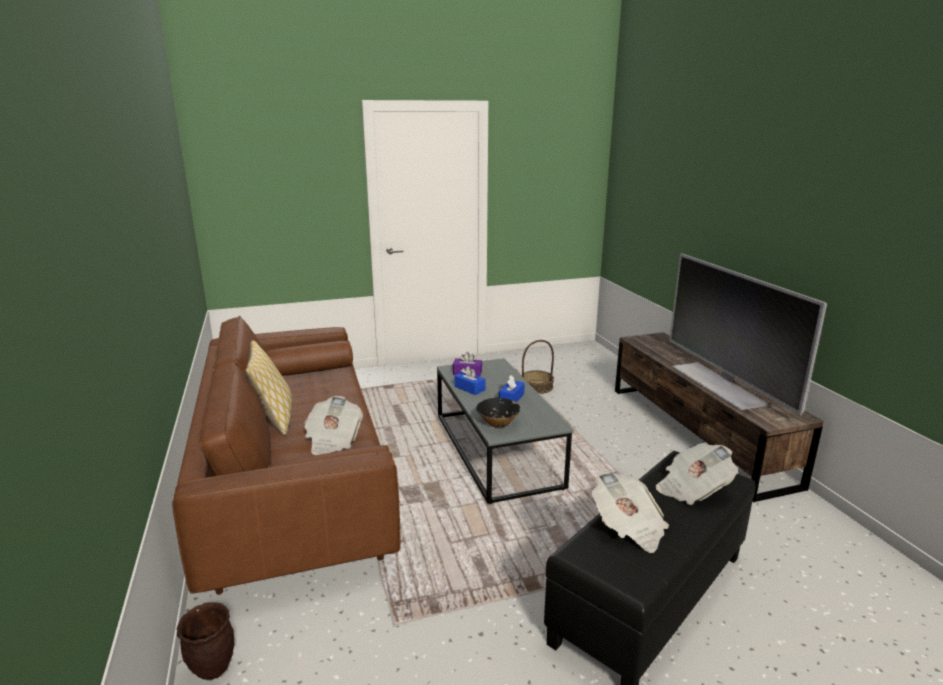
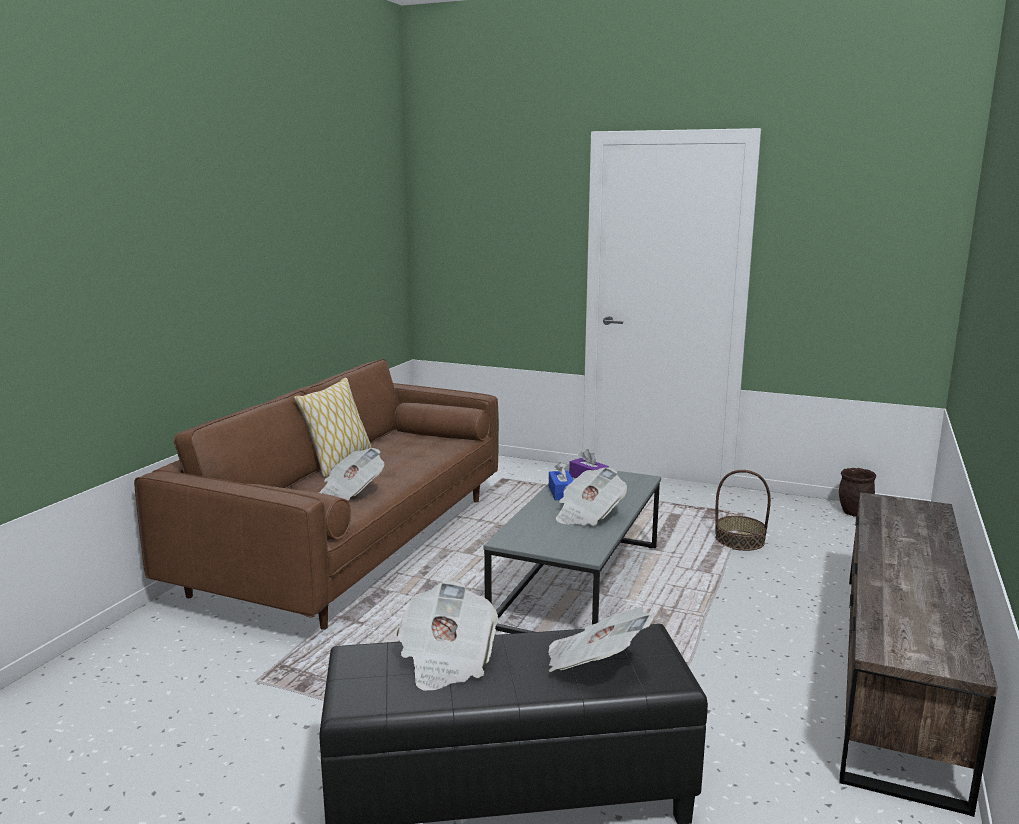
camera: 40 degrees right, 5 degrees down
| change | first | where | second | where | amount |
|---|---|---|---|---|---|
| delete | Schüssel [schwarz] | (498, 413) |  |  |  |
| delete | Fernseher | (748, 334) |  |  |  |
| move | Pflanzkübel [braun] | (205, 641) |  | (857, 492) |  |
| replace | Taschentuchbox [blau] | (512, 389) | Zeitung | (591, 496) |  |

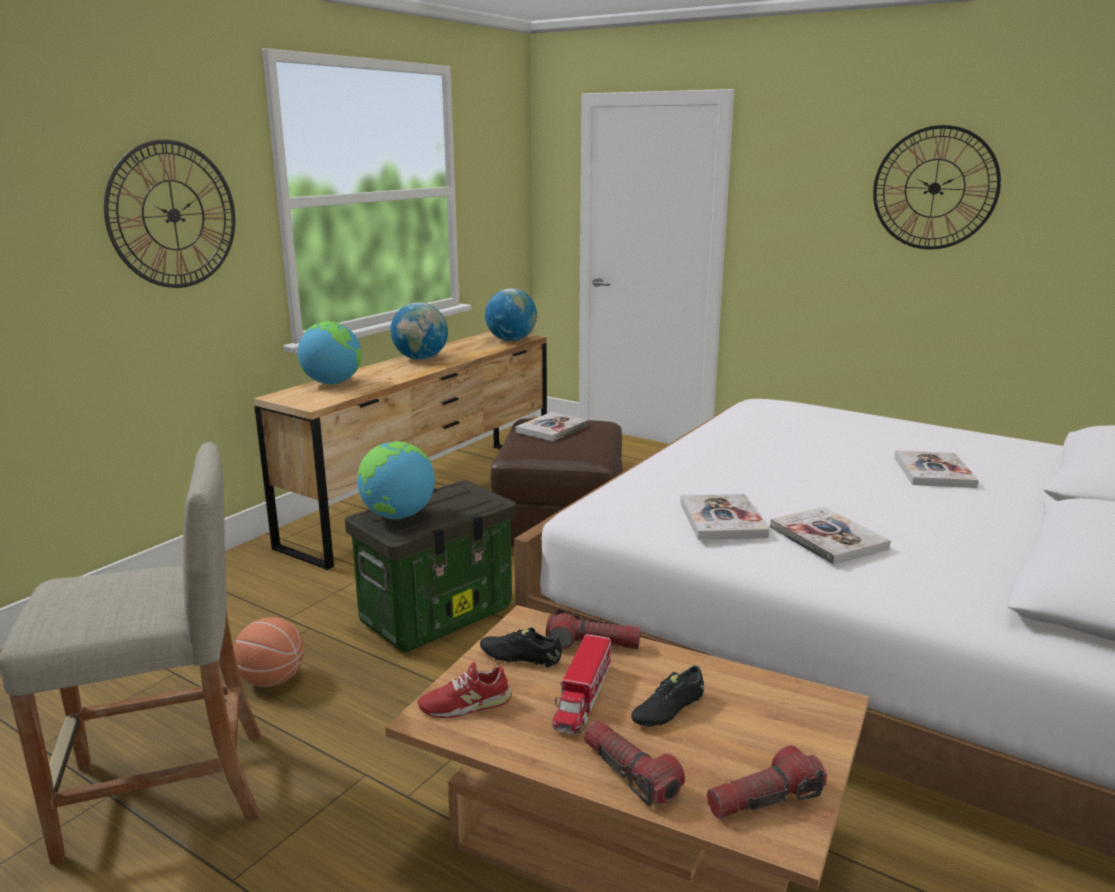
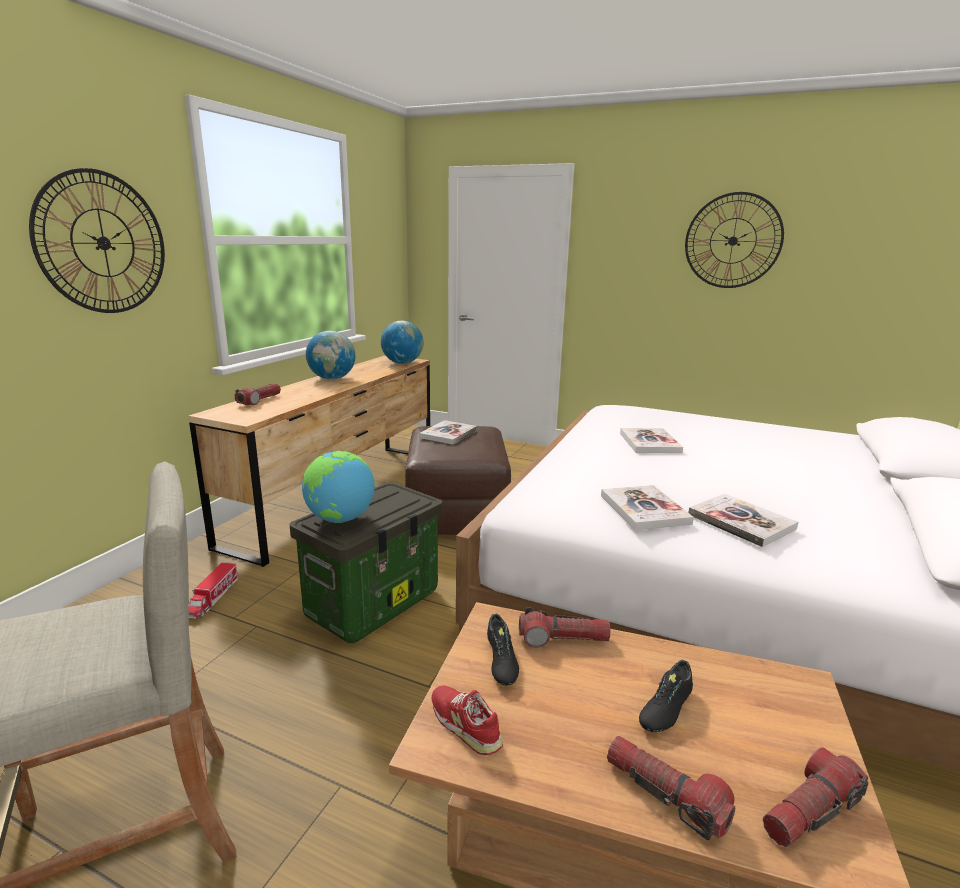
camera: 10 degrees left, 0 degrees up
| change | first | where | second | where | amount |
|---|---|---|---|---|---|
| delete | Basketball | (268, 652) |  |  |  |
| move | Spielzeuglaster | (581, 684) |  | (214, 590) |  |
| move | Buch | (936, 469) |  | (651, 440) |  |
| replace | Globus | (330, 353) | Taschenlampe | (258, 394) |  |
| rotate | Schuh [rot] | (465, 690) |  | (467, 720) | 75 degrees clockwise |
| rotate | Schuh [schwarz] | (521, 648) |  | (503, 650) | 105 degrees counterclockwise |

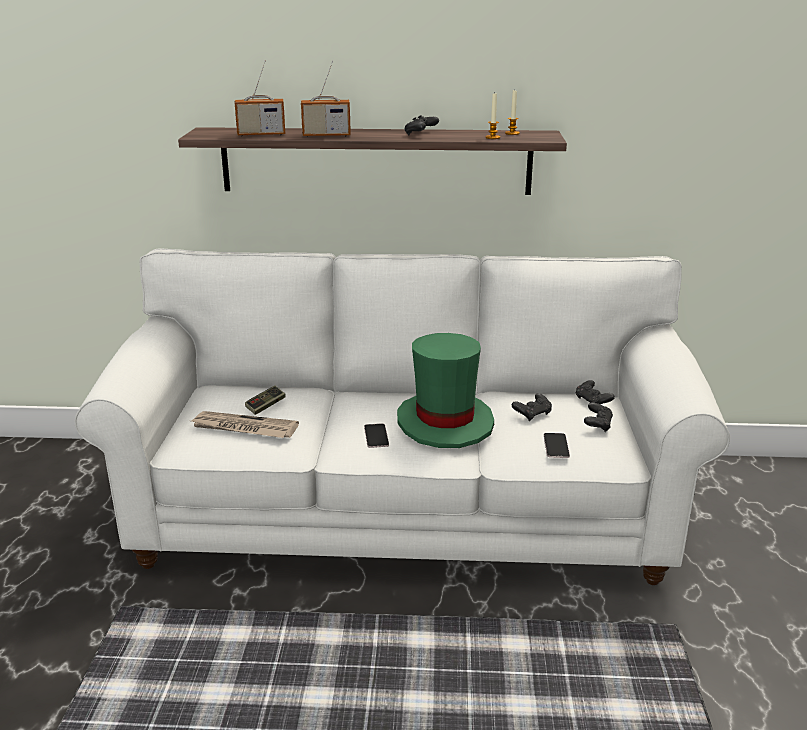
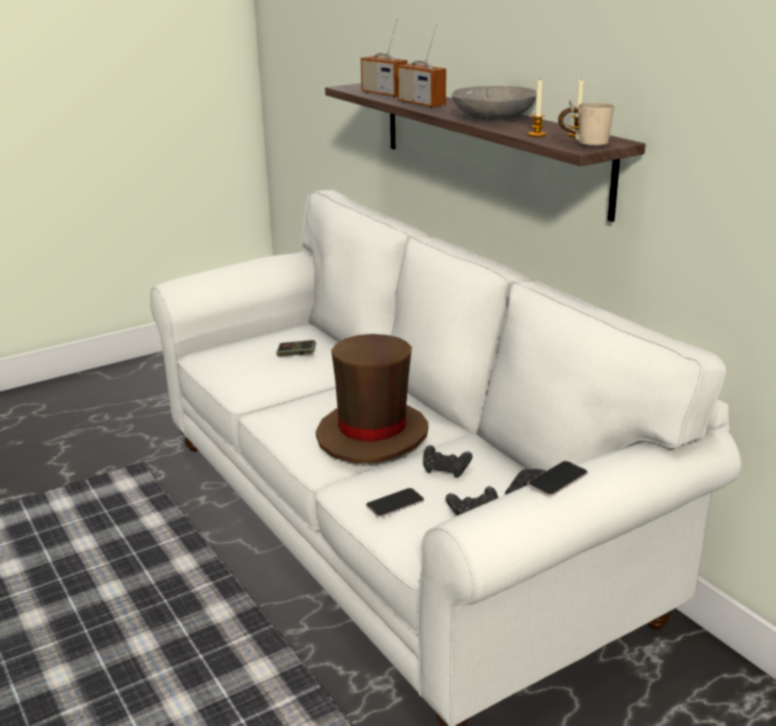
camera: 55 degrees right, 0 degrees up
| change | first | where | second | where | amount |
|---|---|---|---|---|---|
| delete | Zeitung | (245, 424) |  |  |  |
| insert |  |  | Henkelbecher [beige] | (586, 122) |  |
| move | Handy | (376, 435) |  | (558, 478) |  |
| replace | Gamepad [schwarz] | (421, 125) | Schüssel [grau] | (494, 103) |  |
| recolor | Hut [grün] | (445, 390) | Hut [braun] | (372, 398) |  |

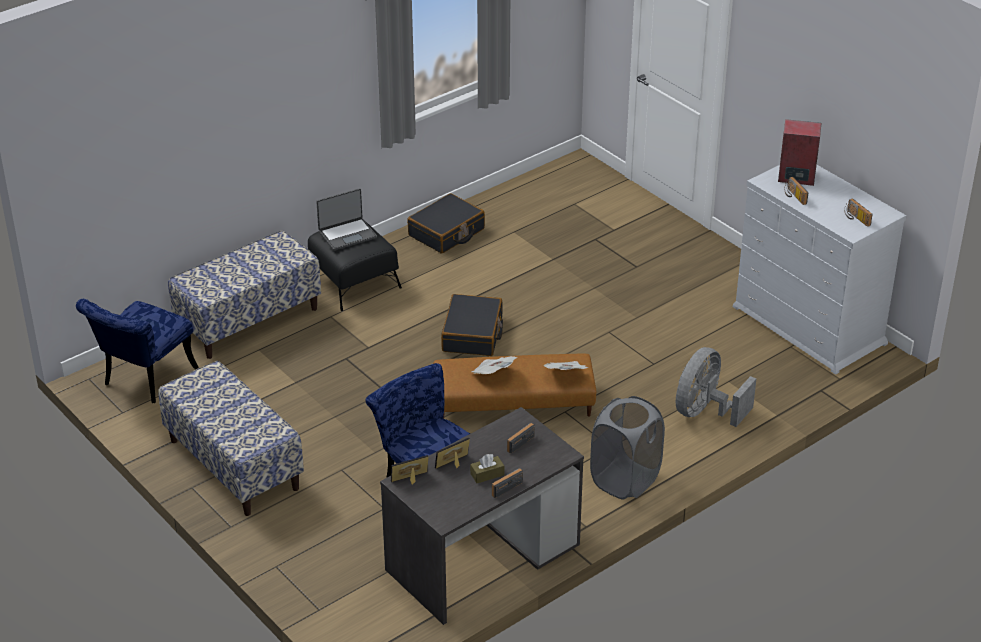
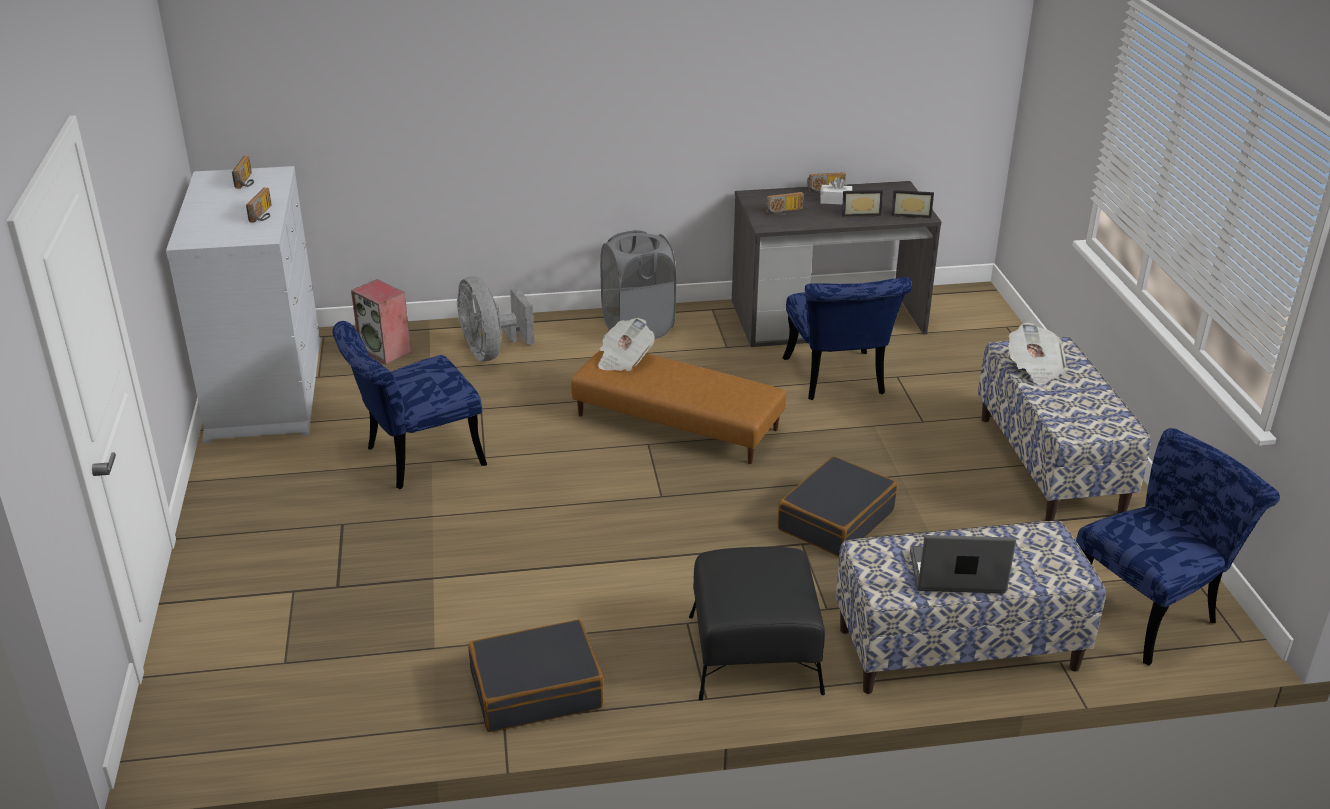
camera: 150 degrees left, 5 degrees down
| change | first | where | second | where | amount |
|---|---|---|---|---|---|
| insert |  |  | Stuhl [blau] | (410, 405) |  |
| move | Laptop | (346, 219) |  | (963, 564) |  |
| move | Koffer [schwarz] | (472, 325) |  | (837, 506) |  |
| move | Zeitung | (494, 365) |  | (1037, 354) |  |
| move | Lautsprecher | (799, 152) |  | (381, 321) |  |
| recolor | Taschentuchbox [braun] | (487, 468) | Taschentuchbox [weiß] | (836, 191) |  |
| rotate | Ventilator [grau] | (716, 387) |  | (496, 318) | 90 degrees clockwise |

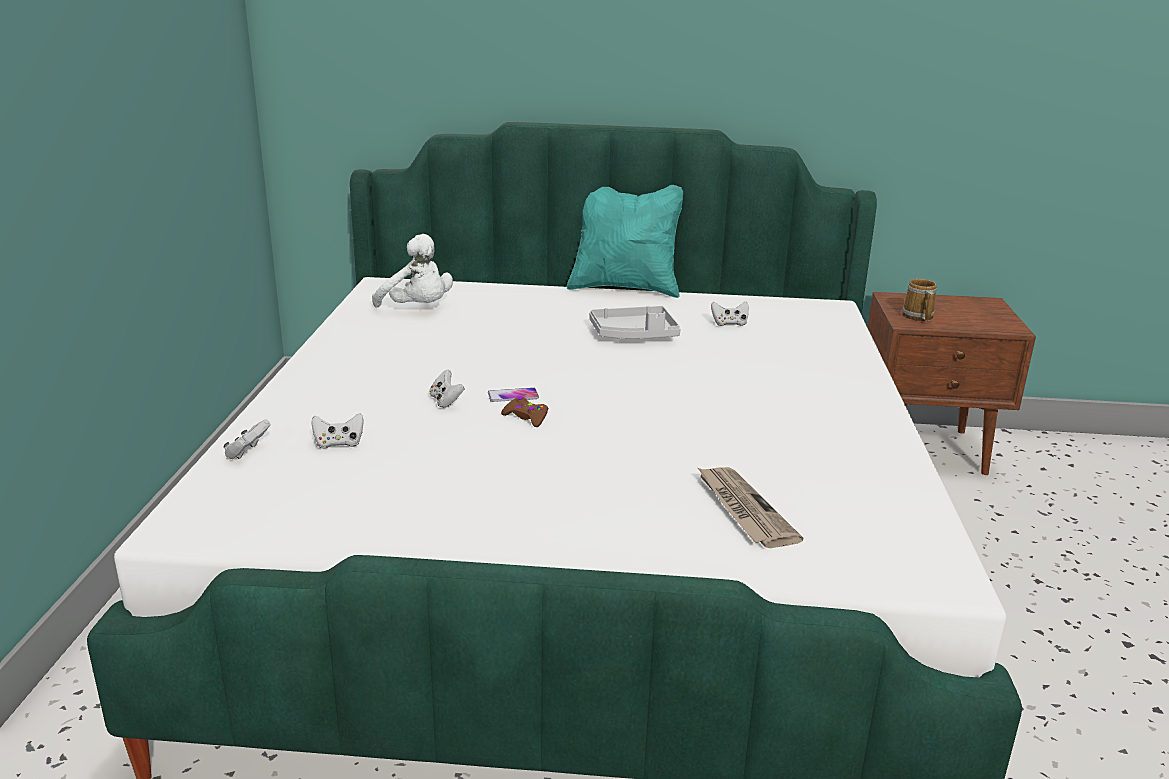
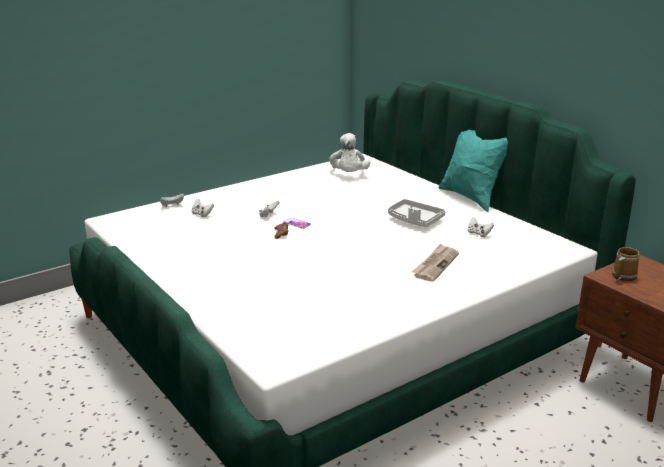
camera: 50 degrees right, 0 degrees up
| change | first | where | second | where | amount |
|---|---|---|---|---|---|
| move | Zeitung | (750, 507) |  | (435, 263) |  |

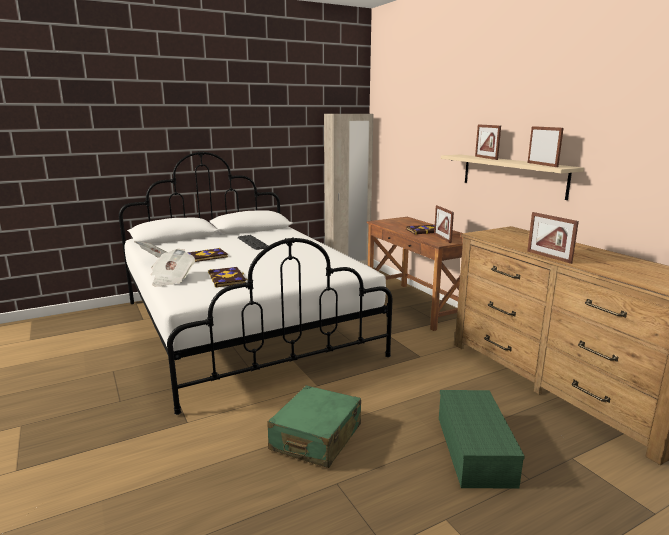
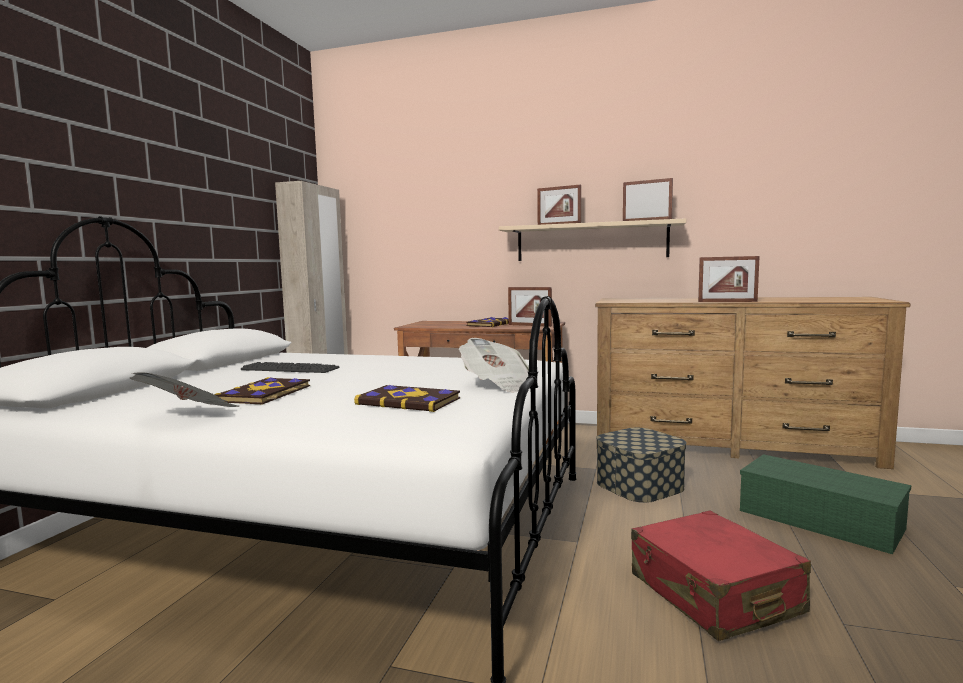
camera: 45 degrees left, 10 degrees down
| change | first | where | second | where | amount |
|---|---|---|---|---|---|
| insert |  |  | Aufbewahrungsbox | (641, 465) |  |
| move | Zeitung | (173, 268) |  | (494, 365) |  |
| recolor | Koffer [grün] | (314, 426) | Koffer [rot] | (721, 575) |  |

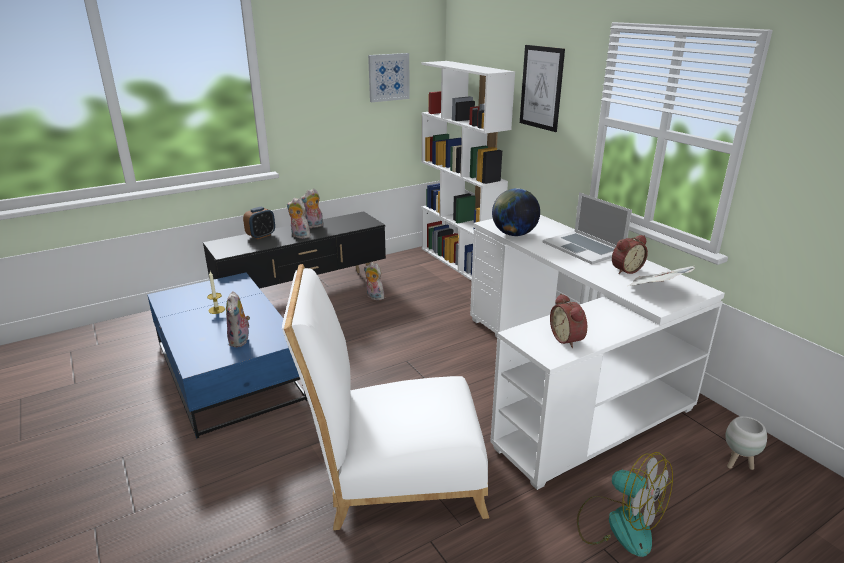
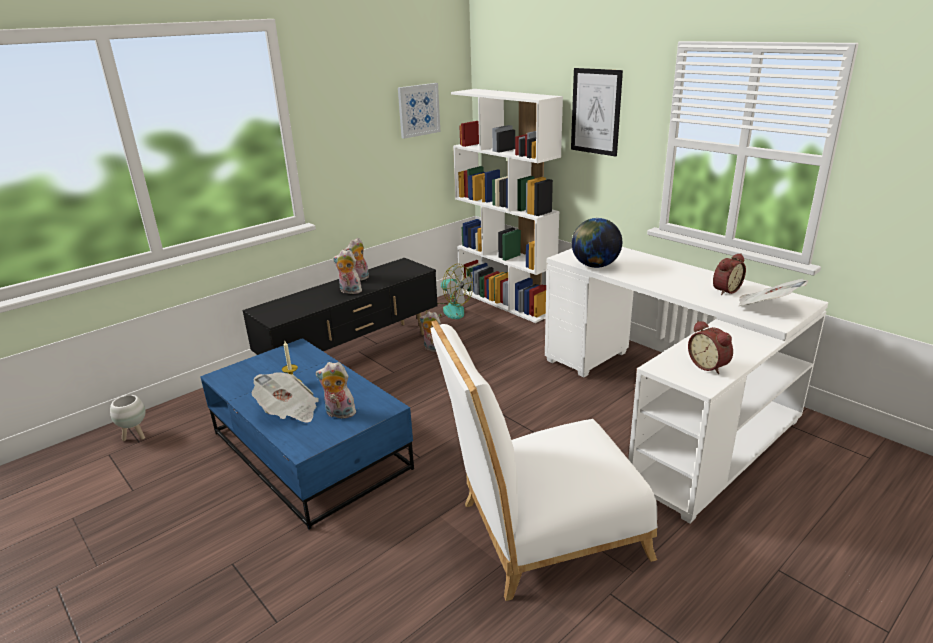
camera: 10 degrees left, 0 degrees up
| change | first | where | second | where | amount |
|---|---|---|---|---|---|
| delete | Wecker | (259, 223) |  |  |  |
| delete | Laptop | (587, 228) |  |  |  |
| insert |  |  | Zeitung | (285, 397) |  |
| move | Ventilator | (625, 504) |  | (449, 291) |  |
| move | Pflanzkübel [weiß] | (746, 443) |  | (128, 418) |  |
| rotate | Plüschtier | (238, 319) |  | (336, 390) | 120 degrees clockwise |

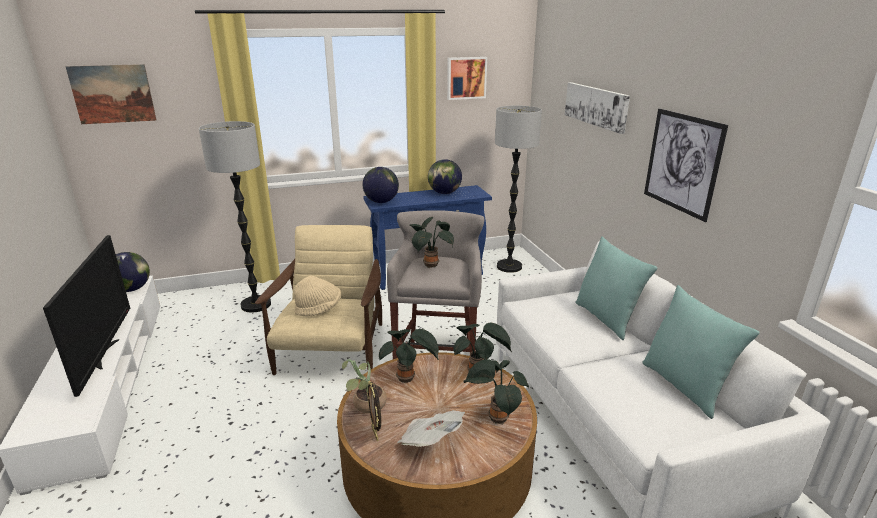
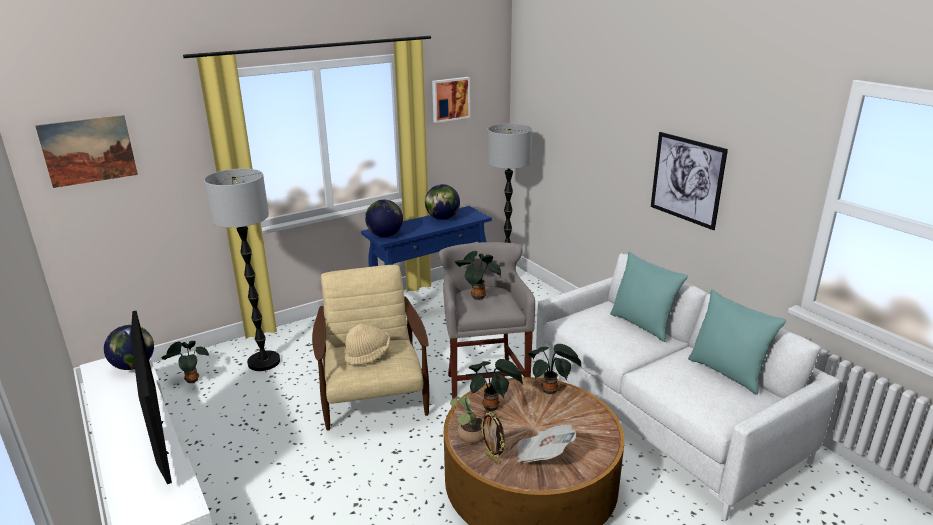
camera: 15 degrees left, 0 degrees up
| change | first | where | second | where | amount |
|---|---|---|---|---|---|
| delete | Bild | (597, 108) |  |  |  |
| move | Topfpflanze | (496, 392) |  | (185, 362) |  |

